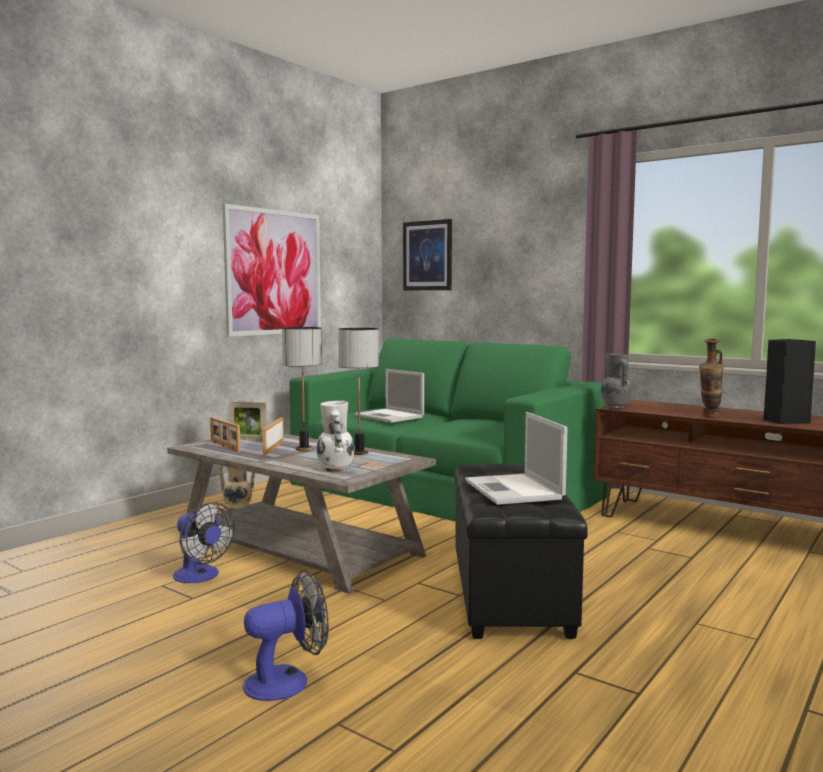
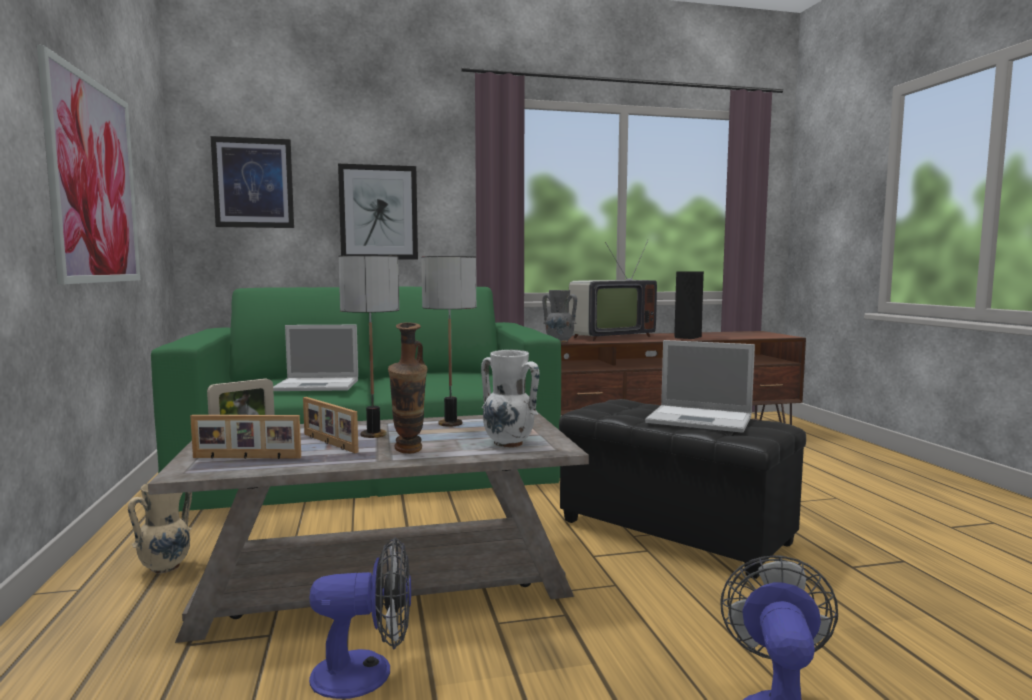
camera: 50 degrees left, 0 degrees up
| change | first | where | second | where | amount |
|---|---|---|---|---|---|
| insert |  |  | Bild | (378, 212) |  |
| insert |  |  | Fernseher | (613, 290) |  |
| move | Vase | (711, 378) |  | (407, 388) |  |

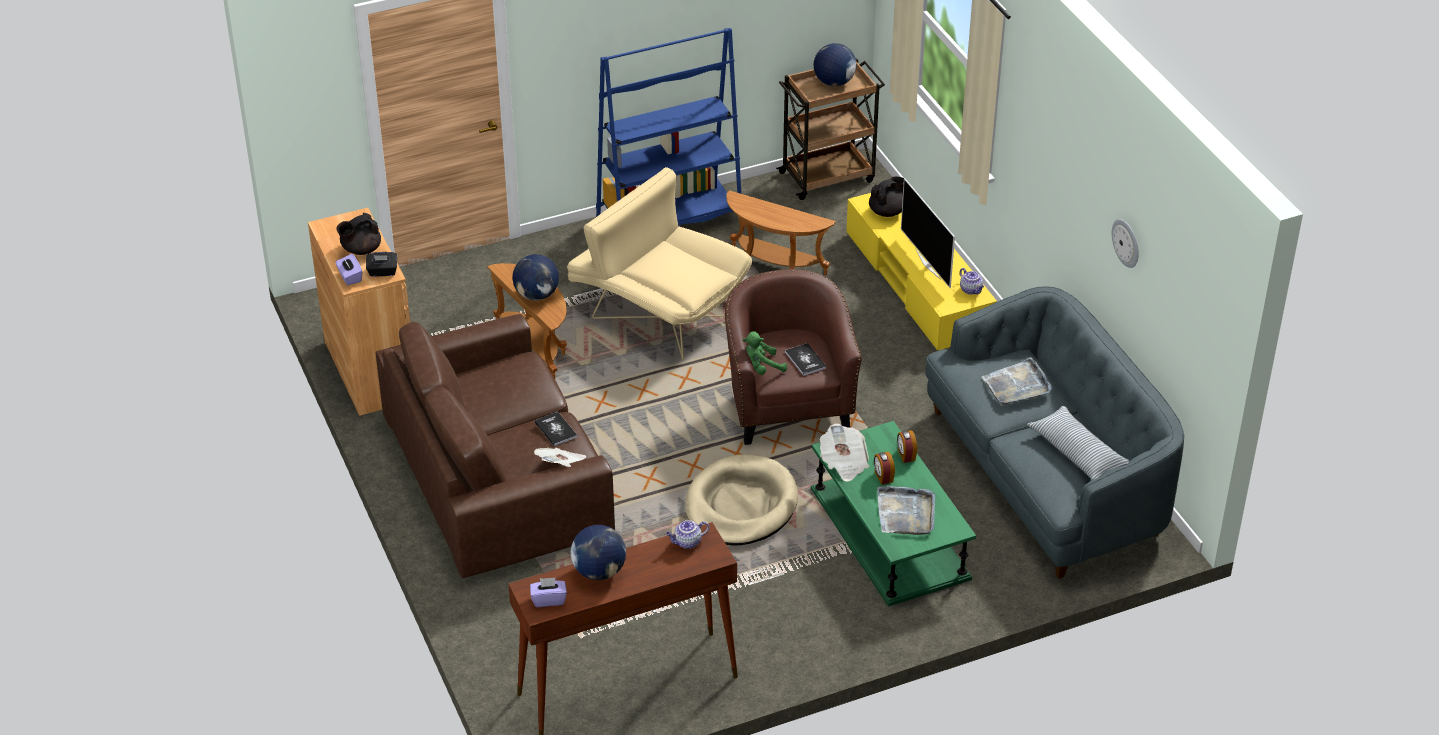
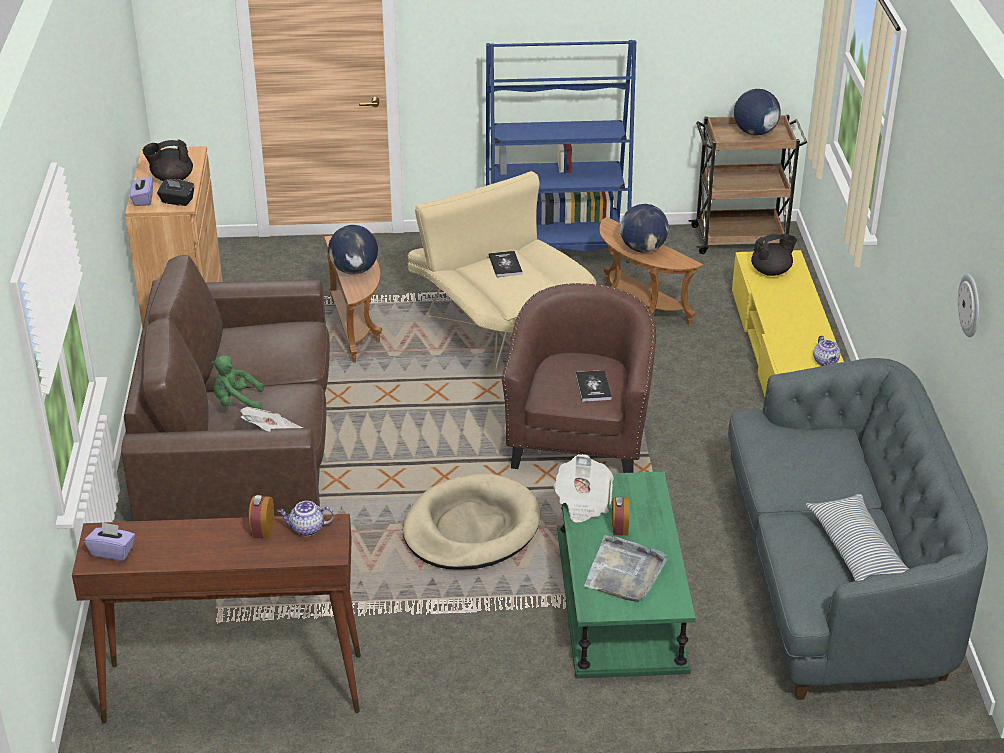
camera: 20 degrees right, 5 degrees down
| change | first | where | second | where | amount |
|---|---|---|---|---|---|
| delete | Fernseher | (928, 233) |  |  |  |
| delete | Tablett [grau] | (1017, 381) |  |  |  |
| move | Buch | (555, 428) |  | (506, 264) |  |
| move | Globus | (598, 552) |  | (644, 228) |  |
| move | Plüschtier [grün] | (765, 353) |  | (237, 382) |  |
| move | Wecker | (907, 446) |  | (261, 517) |  |

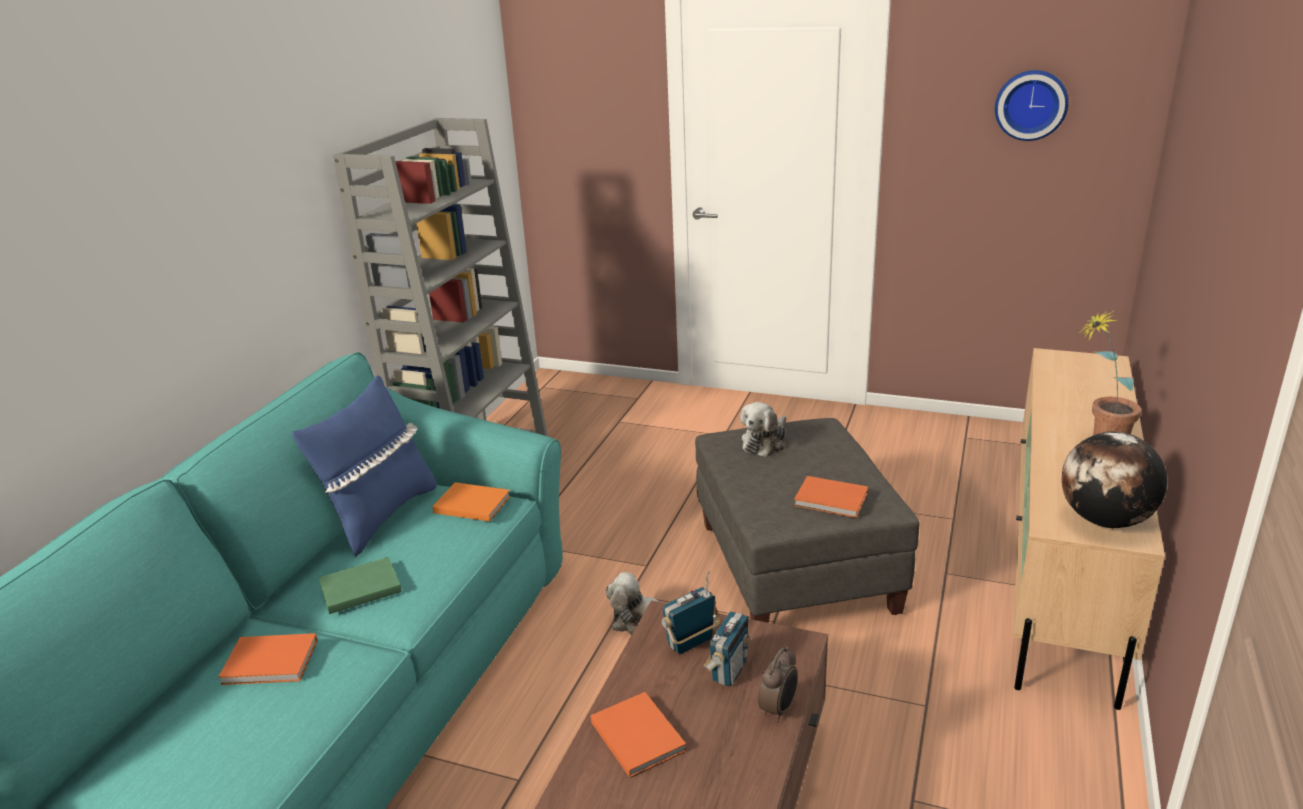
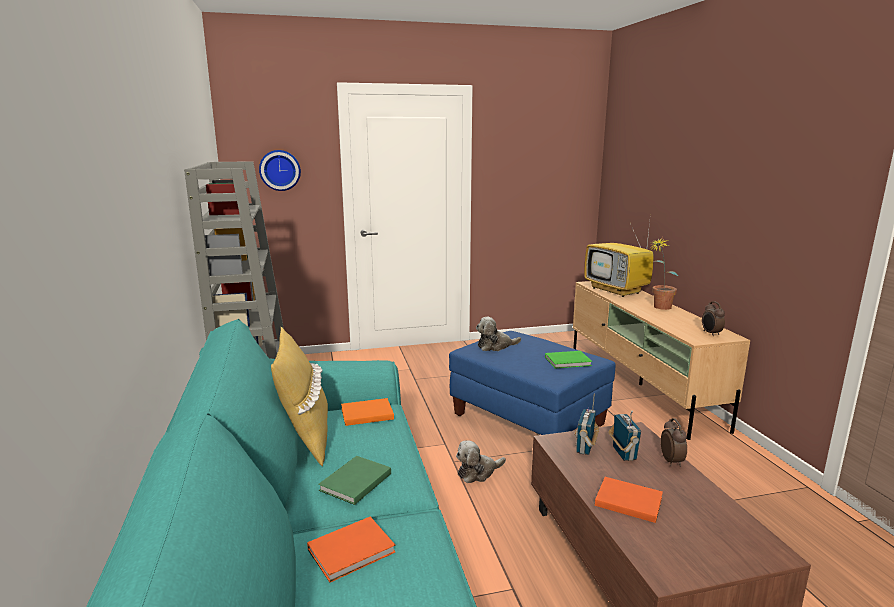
camera: 35 degrees left, 10 degrees down
| change | first | where | second | where | amount |
|---|---|---|---|---|---|
| insert |  |  | Fernseher | (619, 259) |  |
| move | Wanduhr | (1032, 105) |  | (280, 170) |  |
| replace | Globus | (1114, 479) | Wecker | (713, 318) |  |
| recolor | Kissen [blau] | (364, 466) | Kissen [gelb] | (299, 397) |  |
| recolor | Polsterhocker [grau] | (807, 520) | Polsterhocker [blau] | (532, 383) |  |
| recolor | Buch [orange] | (831, 497) | Buch [grün] | (568, 359) |  |
| rotate | Plüschtier | (763, 429) |  | (498, 334) | 75 degrees clockwise |

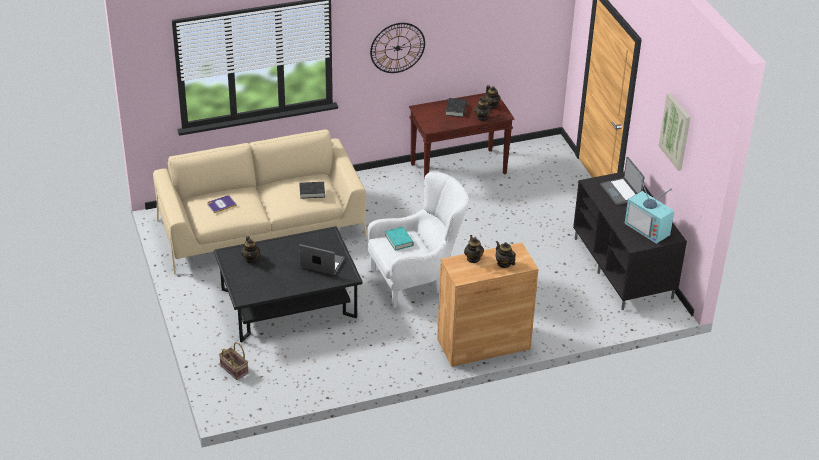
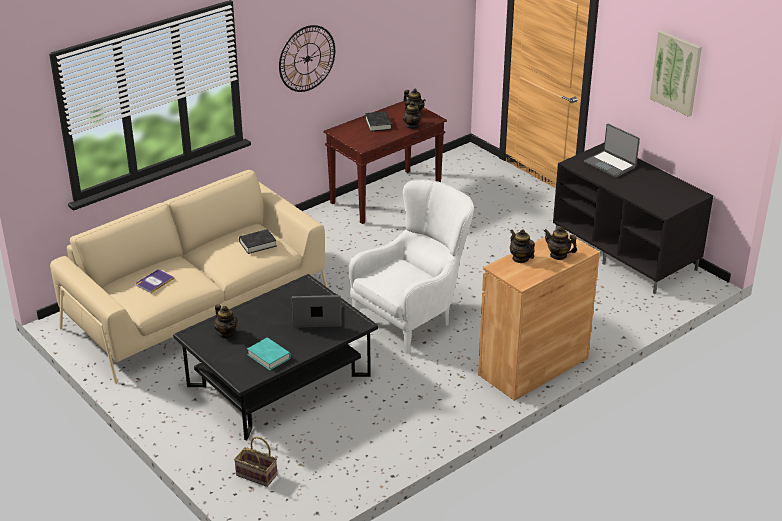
camera: 20 degrees left, 5 degrees down
| change | first | where | second | where | amount |
|---|---|---|---|---|---|
| delete | Fernseher | (649, 208) |  |  |  |
| move | Buch [türkis] | (399, 239) |  | (269, 354) |  |

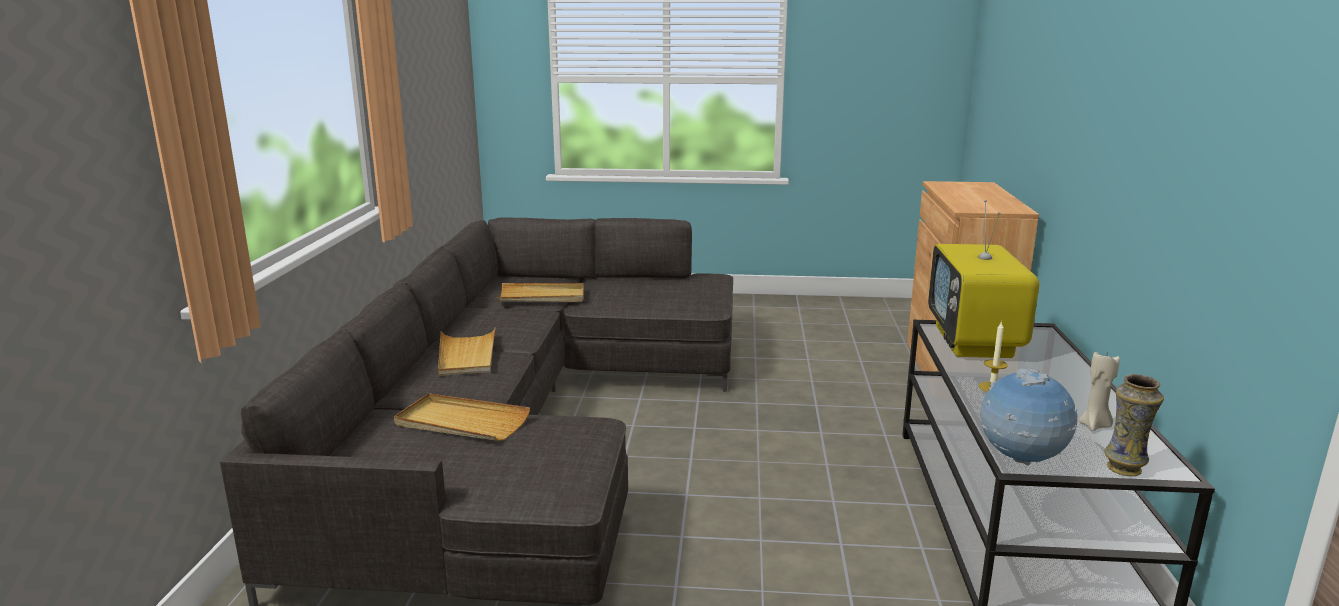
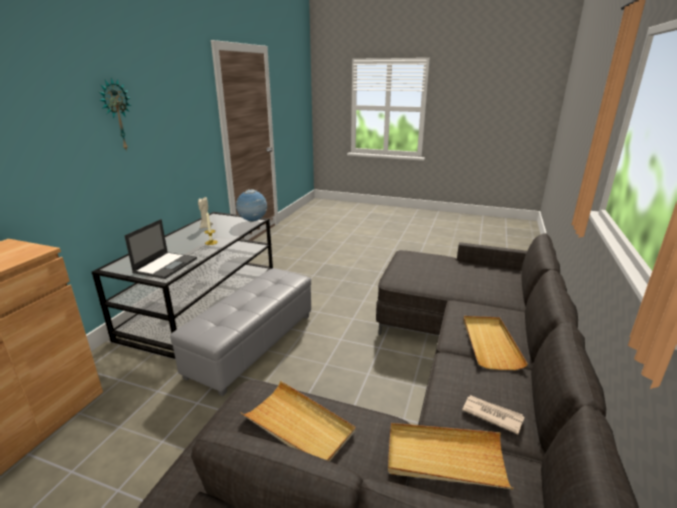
camera: 165 degrees left, 5 degrees up
| change | first | where | second | where | amount |
|---|---|---|---|---|---|
| delete | Vase | (1134, 425) |  |  |  |
| insert |  |  | Wanduhr | (115, 114) |  |
| insert |  |  | Polsterhocker [grau] | (240, 332) |  |
| insert |  |  | Zeitung | (493, 414) |  |
| move | Tablett [beige] | (462, 417) |  | (298, 421) |  |
| replace | Fernseher | (983, 279) | Laptop | (160, 249) |  |

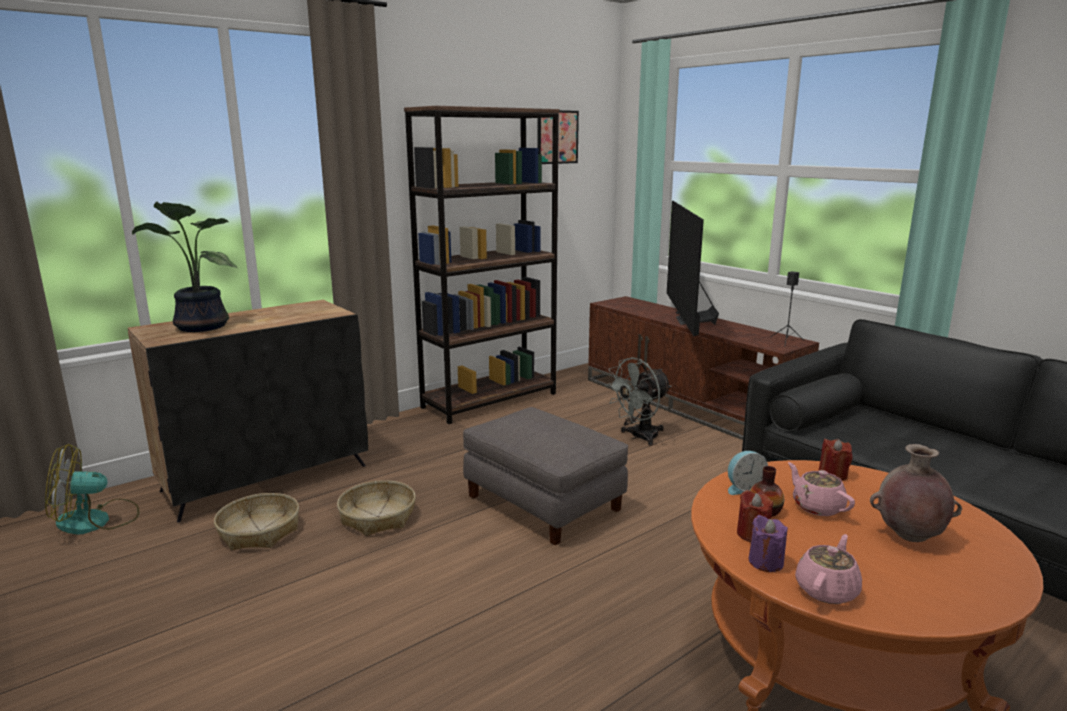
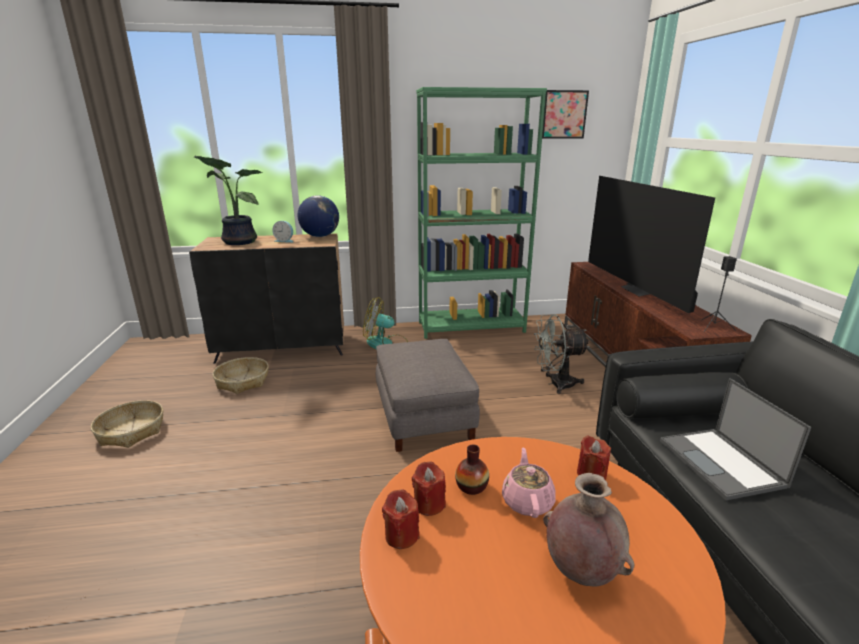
camera: 30 degrees right, 5 degrees up
| change | first | where | second | where | amount |
|---|---|---|---|---|---|
| delete | Teekanne [rosa] | (828, 569) |  |  |  |
| insert |  |  | Globus | (318, 216) |  |
| insert |  |  | Laptop | (735, 439) |  |
| move | Ventilator | (92, 489) |  | (385, 323) |  |
| move | Korb | (376, 508) |  | (127, 424) |  |
| move | Wecker | (748, 473) |  | (283, 232) |  |
| recolor | Bücherregal [braun] | (482, 265) | Bücherregal [grün] | (481, 213) |  |
| recolor | Kerze [lila] | (768, 543) | Kerze [rot] | (401, 519) |  |
| rotate | Fernseher | (693, 268) |  | (651, 244) | 45 degrees counterclockwise |

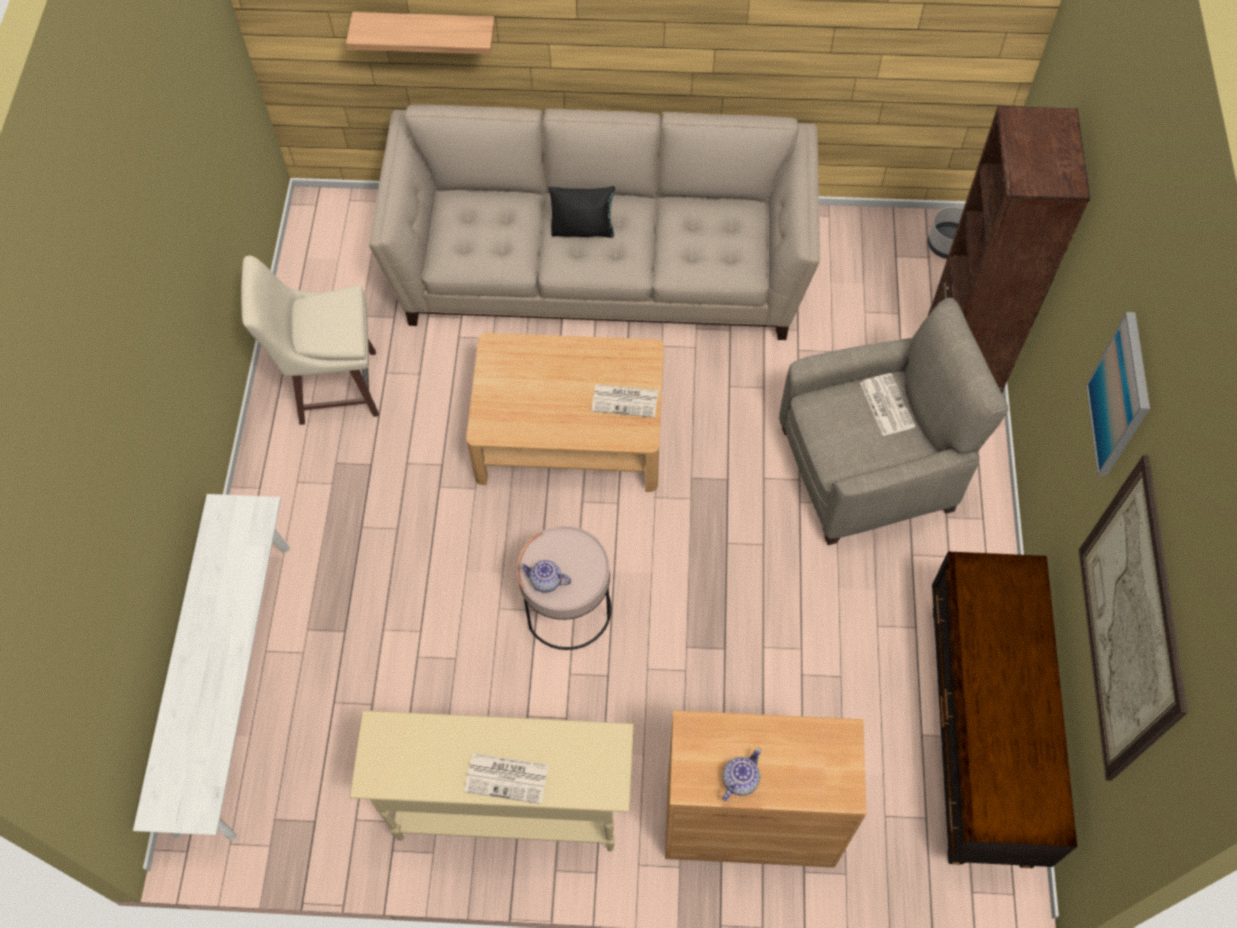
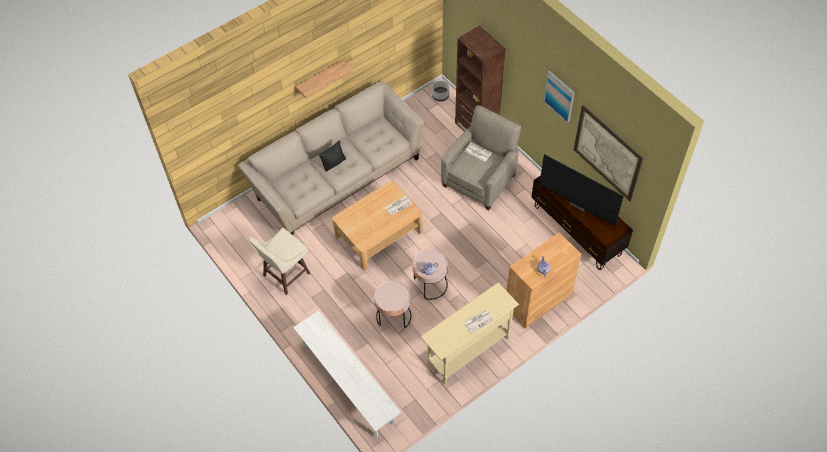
camera: 40 degrees left, 5 degrees down
| change | first | where | second | where | amount |
|---|---|---|---|---|---|
| insert |  |  | Beistelltisch [rosa] | (392, 304) |  |
| insert |  |  | Fernseher | (581, 190) |  |
| move | Wandregal | (420, 33) |  | (324, 79) |  |

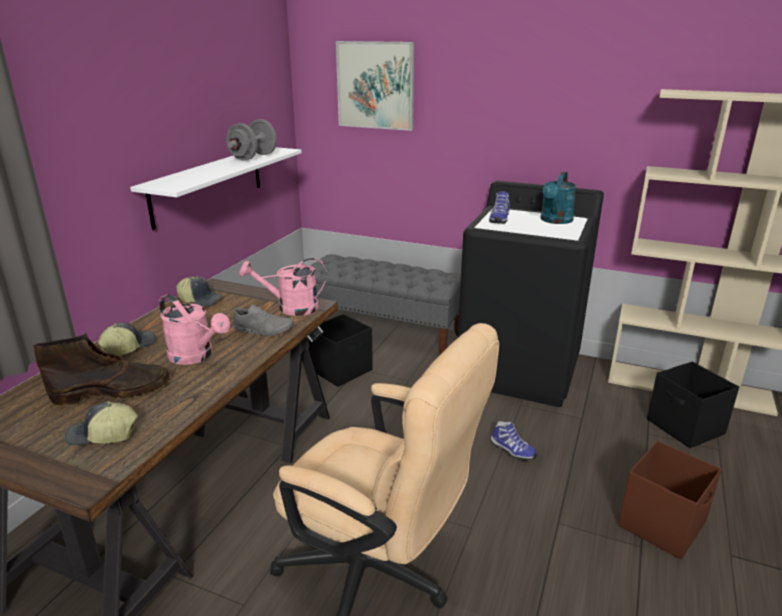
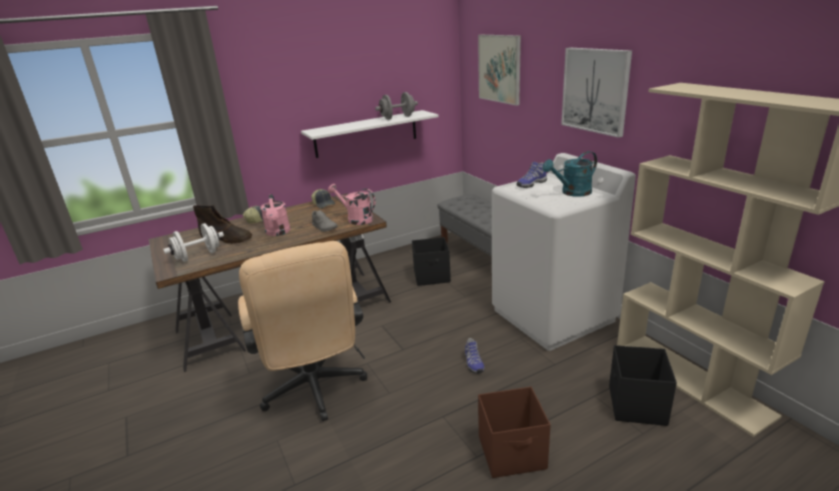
camera: 40 degrees right, 0 degrees up
| change | first | where | second | where | amount |
|---|---|---|---|---|---|
| insert |  |  | Bild | (596, 93) |  |
| replace | Kappe | (101, 423) | Hantel [weiß] | (193, 242) |  |
| recolor | Waschmaschine [schwarz] | (531, 294) | Waschmaschine [weiß] | (564, 252) |  |

